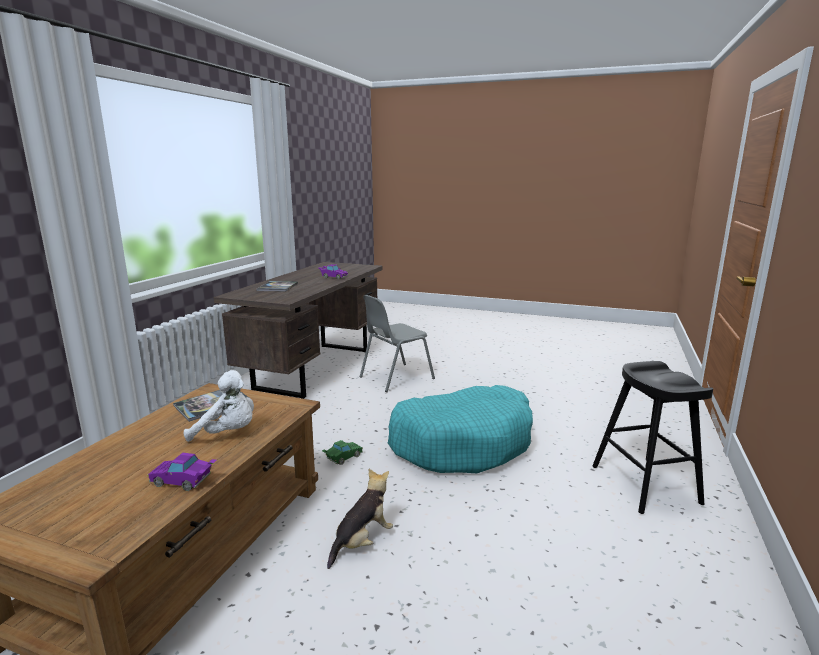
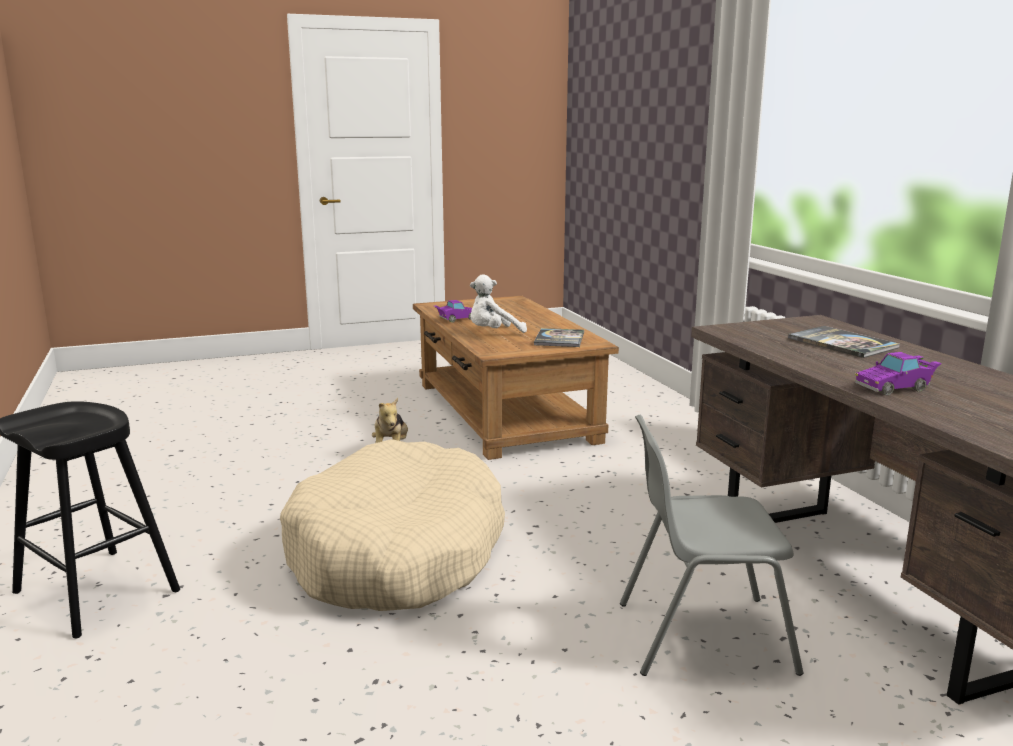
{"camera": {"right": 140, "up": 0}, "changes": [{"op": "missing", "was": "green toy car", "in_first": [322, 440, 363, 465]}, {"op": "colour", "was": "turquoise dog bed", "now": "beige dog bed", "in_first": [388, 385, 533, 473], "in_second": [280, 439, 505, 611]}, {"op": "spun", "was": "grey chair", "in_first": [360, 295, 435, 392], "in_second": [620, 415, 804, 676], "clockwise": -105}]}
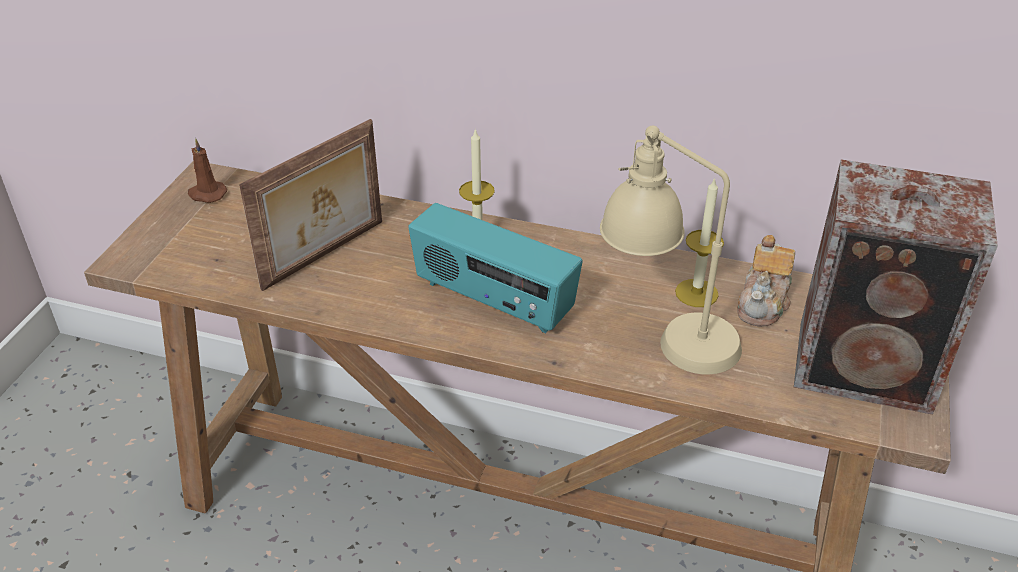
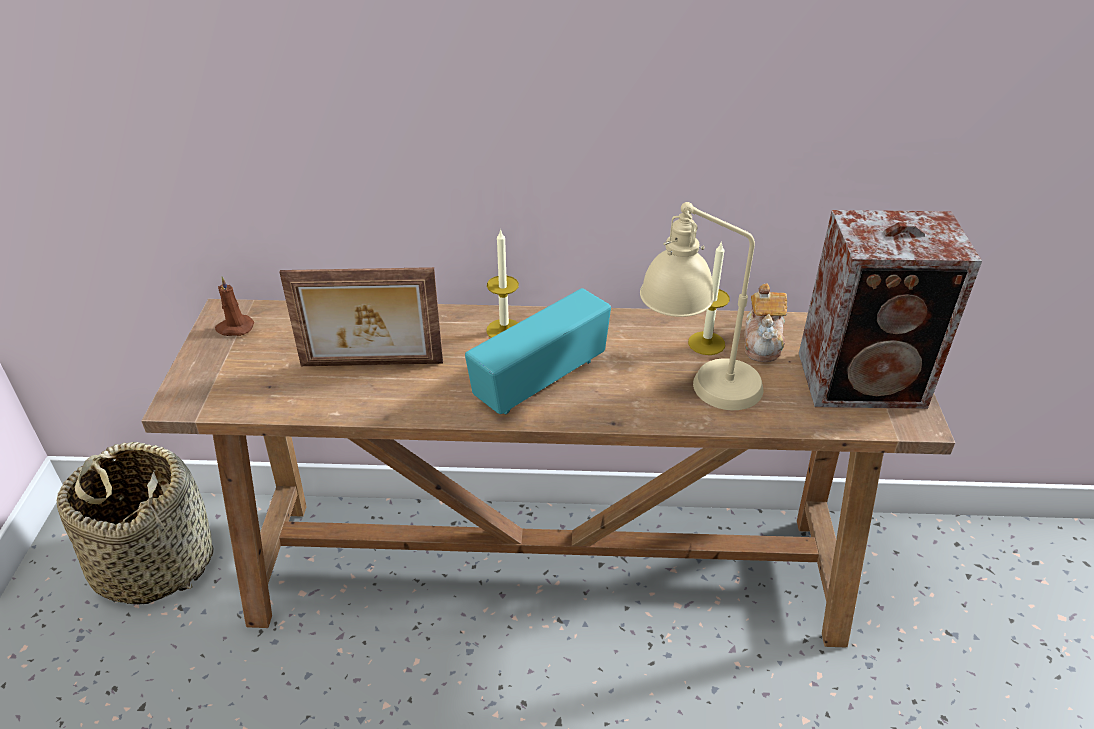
{"camera": {"right": -15, "up": 0}, "changes": [{"op": "appeared", "now": "basket", "in_second": [57, 442, 214, 605]}, {"op": "spun", "was": "picture frame", "in_first": [239, 119, 382, 291], "in_second": [279, 267, 443, 366], "clockwise": 60}, {"op": "spun", "was": "radio", "in_first": [408, 203, 583, 333], "in_second": [465, 288, 611, 415], "clockwise": 120}]}
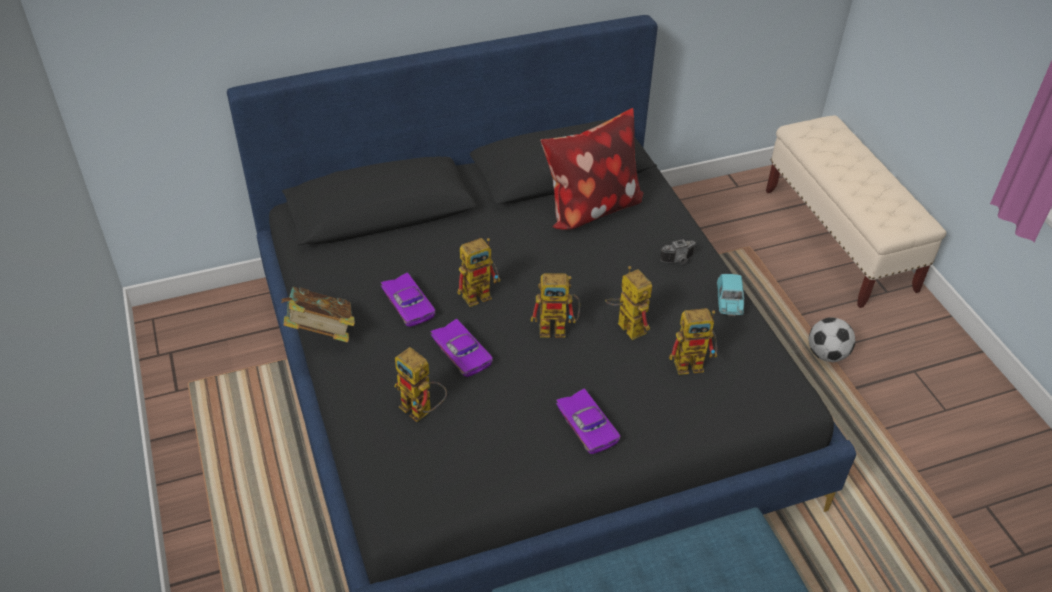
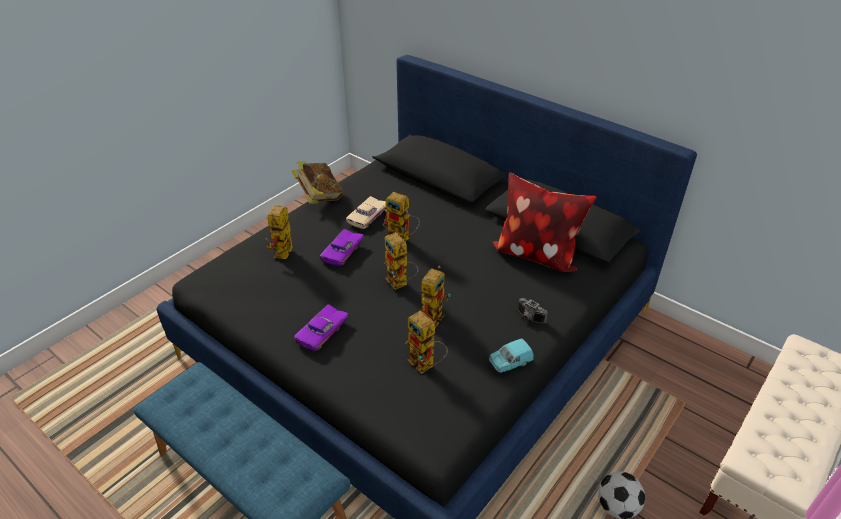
{"camera": {"right": 60, "up": -5}, "changes": [{"op": "colour", "was": "purple toy car", "now": "beige toy car", "in_first": [380, 272, 435, 327], "in_second": [346, 196, 386, 229]}]}
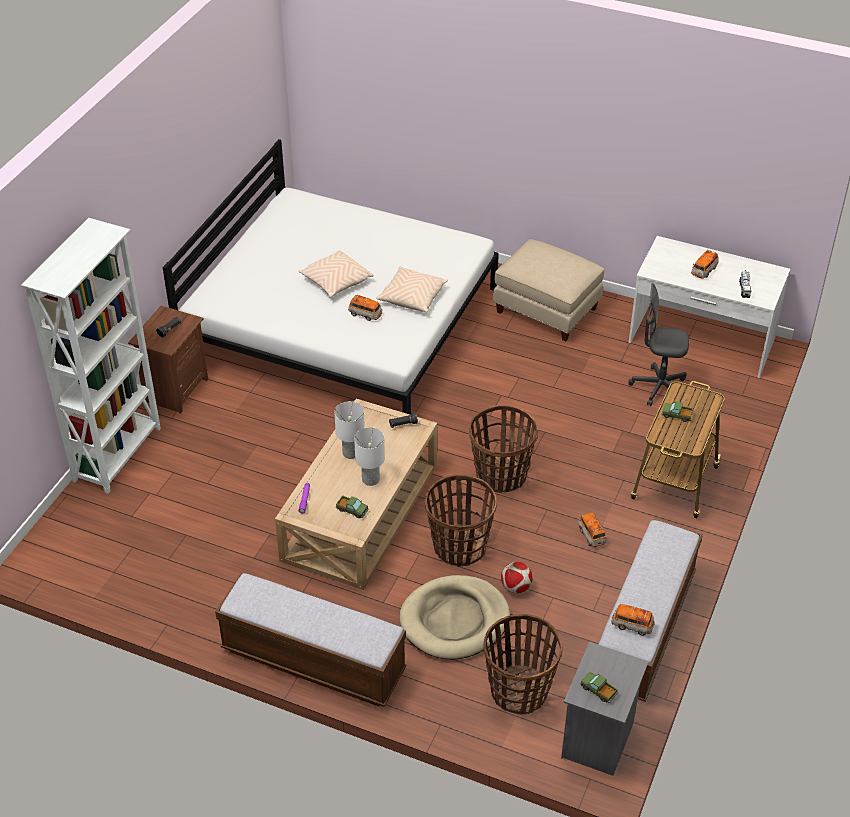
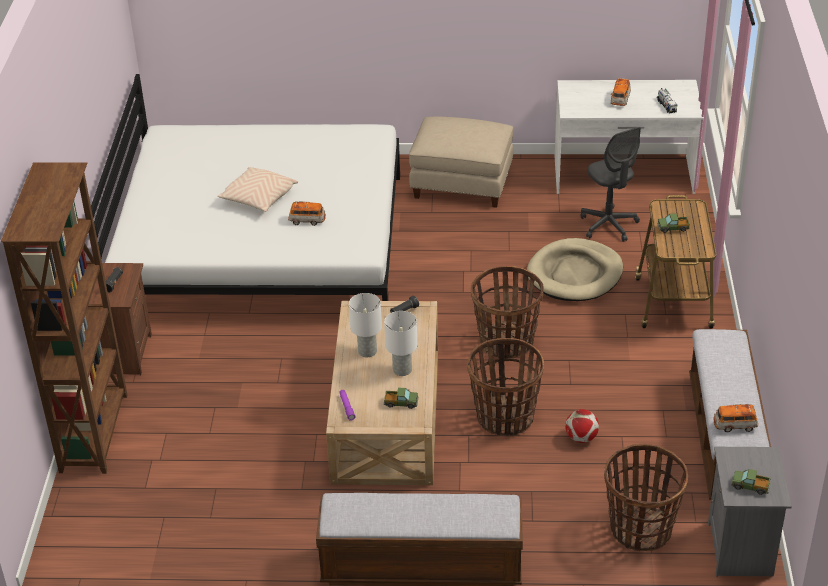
{"camera": {"right": -20, "up": -5}, "changes": [{"op": "missing", "was": "beige pillow", "in_first": [376, 266, 448, 312]}, {"op": "missing", "was": "toy car", "in_first": [578, 513, 606, 548]}, {"op": "relocated", "was": "beige dog bed", "in_first": [400, 575, 510, 660], "in_second": [527, 238, 623, 301]}, {"op": "colour", "was": "white bookcase", "now": "brown bookcase", "in_first": [21, 218, 161, 494], "in_second": [1, 162, 128, 474]}, {"op": "spun", "was": "grey office chair", "in_first": [628, 283, 689, 406], "in_second": [581, 127, 641, 242], "clockwise": -105}]}
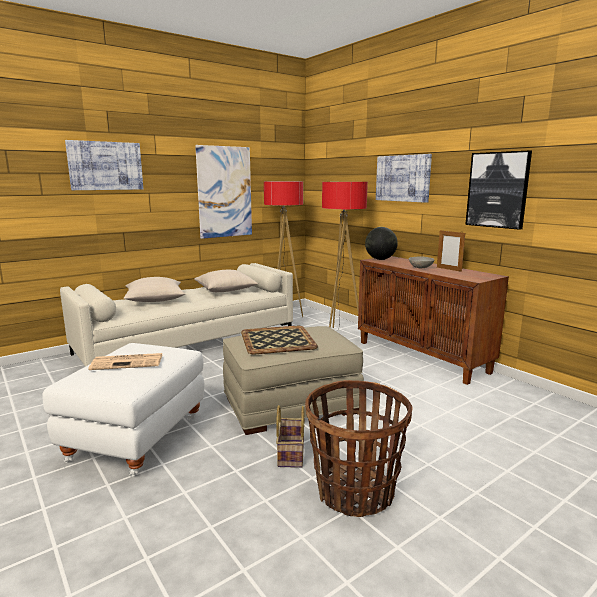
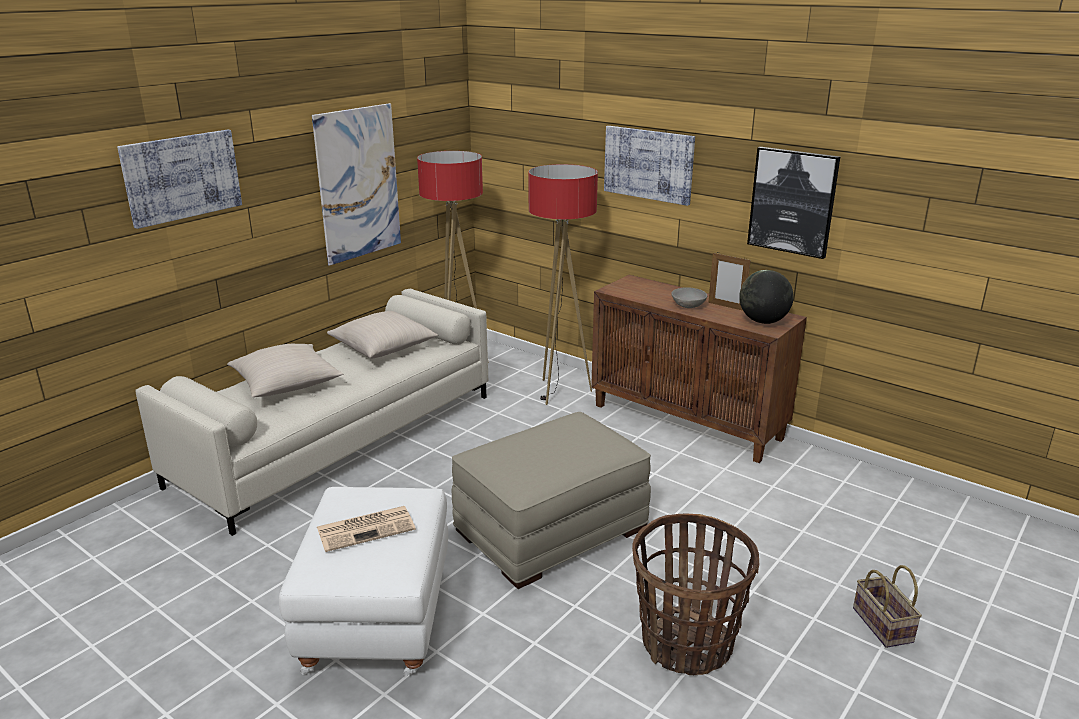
{"camera": {"right": -15, "up": 10}, "changes": [{"op": "missing", "was": "tray", "in_first": [241, 326, 318, 354]}, {"op": "relocated", "was": "basket", "in_first": [276, 405, 305, 468], "in_second": [853, 565, 922, 648]}, {"op": "relocated", "was": "globe", "in_first": [365, 227, 398, 260], "in_second": [739, 270, 794, 324]}]}
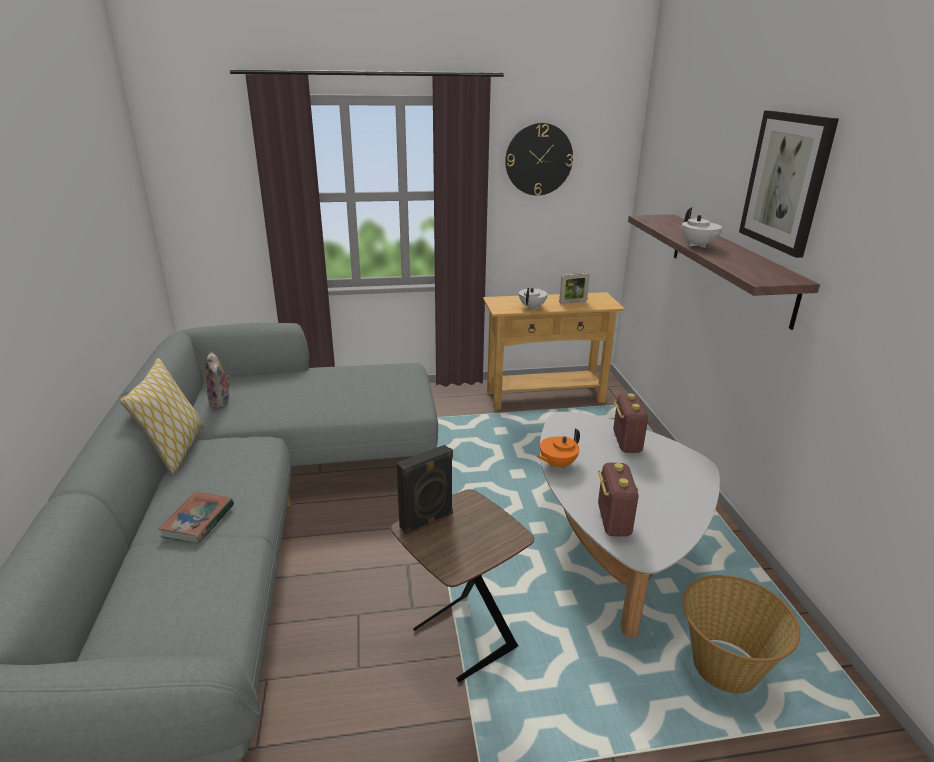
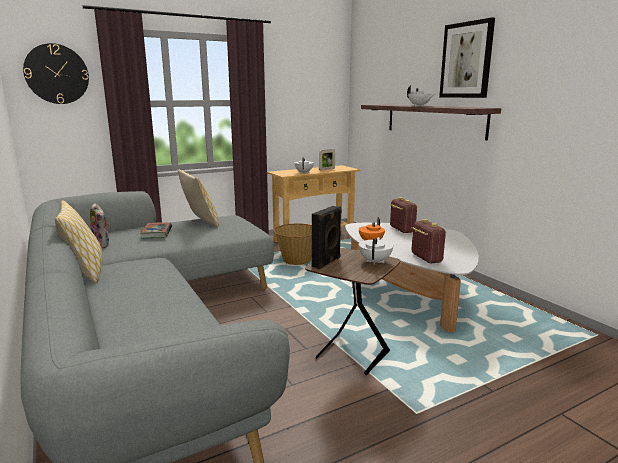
{"camera": {"right": -20, "up": -10}, "changes": [{"op": "appeared", "now": "pillow", "in_second": [178, 169, 219, 227]}, {"op": "appeared", "now": "white teapot", "in_second": [359, 237, 393, 265]}, {"op": "relocated", "was": "book", "in_first": [158, 492, 234, 544], "in_second": [140, 223, 172, 238]}, {"op": "relocated", "was": "wall clock", "in_first": [505, 123, 573, 195], "in_second": [23, 43, 89, 104]}, {"op": "relocated", "was": "basket", "in_first": [683, 575, 800, 693], "in_second": [273, 224, 312, 265]}]}
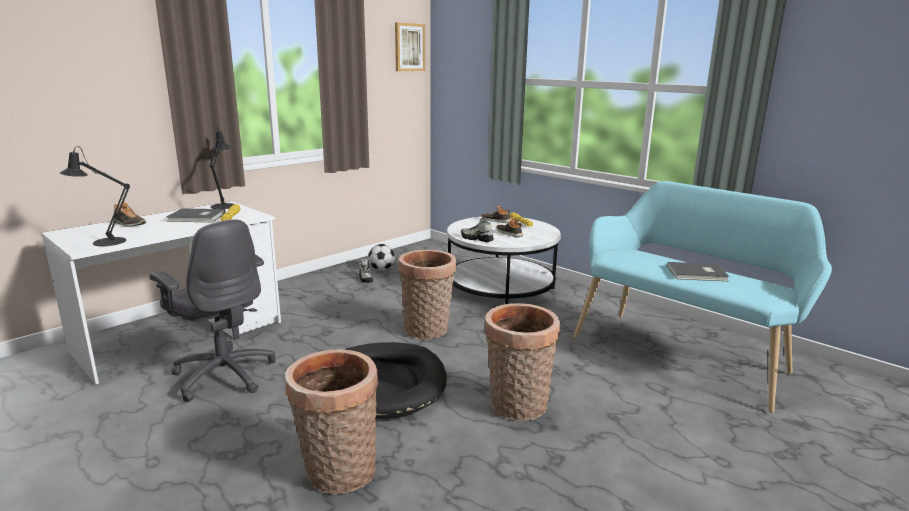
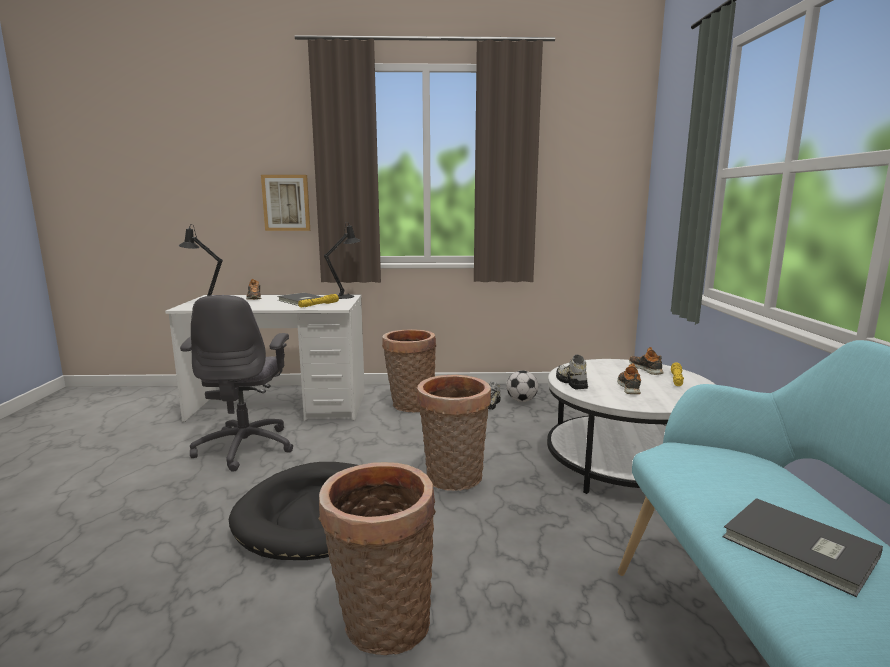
{"camera": {"right": 45, "up": -5}, "changes": [{"op": "relocated", "was": "basket", "in_first": [285, 349, 378, 494], "in_second": [382, 329, 436, 412]}, {"op": "relocated", "was": "picture", "in_first": [395, 22, 425, 71], "in_second": [261, 175, 310, 231]}]}
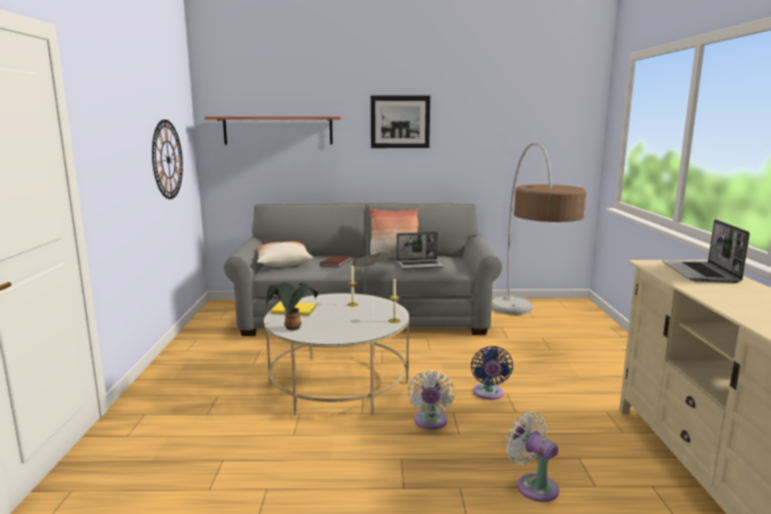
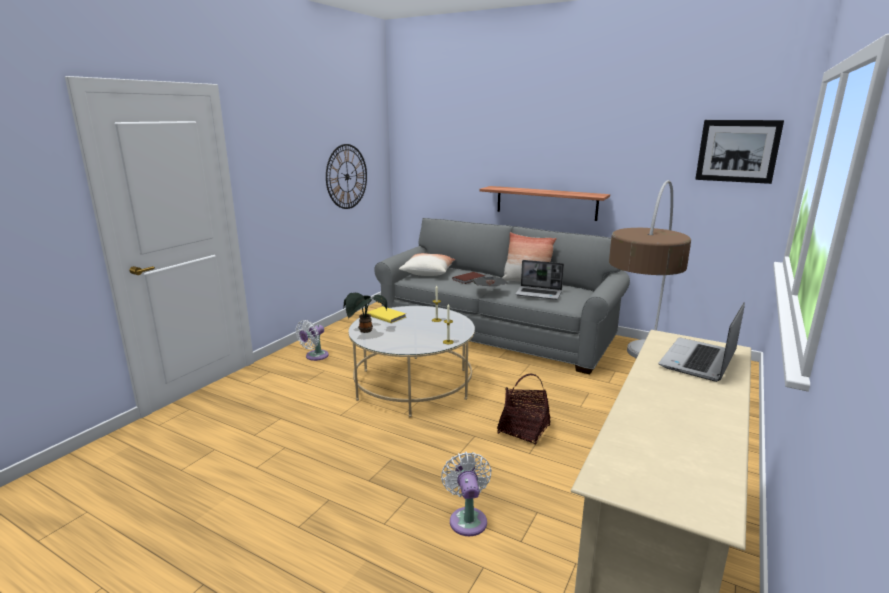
{"camera": {"right": 30, "up": 5}, "changes": [{"op": "relocated", "was": "shelf", "in_first": [205, 117, 342, 145], "in_second": [479, 186, 610, 221]}, {"op": "relocated", "was": "picture", "in_first": [371, 96, 430, 148], "in_second": [695, 120, 784, 184]}, {"op": "relocated", "was": "white fan", "in_first": [408, 370, 454, 430], "in_second": [296, 320, 329, 361]}, {"op": "exchanged", "was": "blue fan", "now": "basket", "in_first": [471, 346, 513, 400], "in_second": [497, 374, 550, 445]}]}
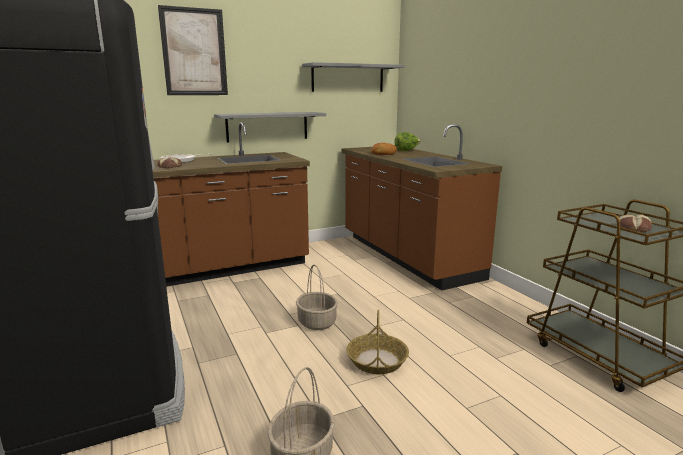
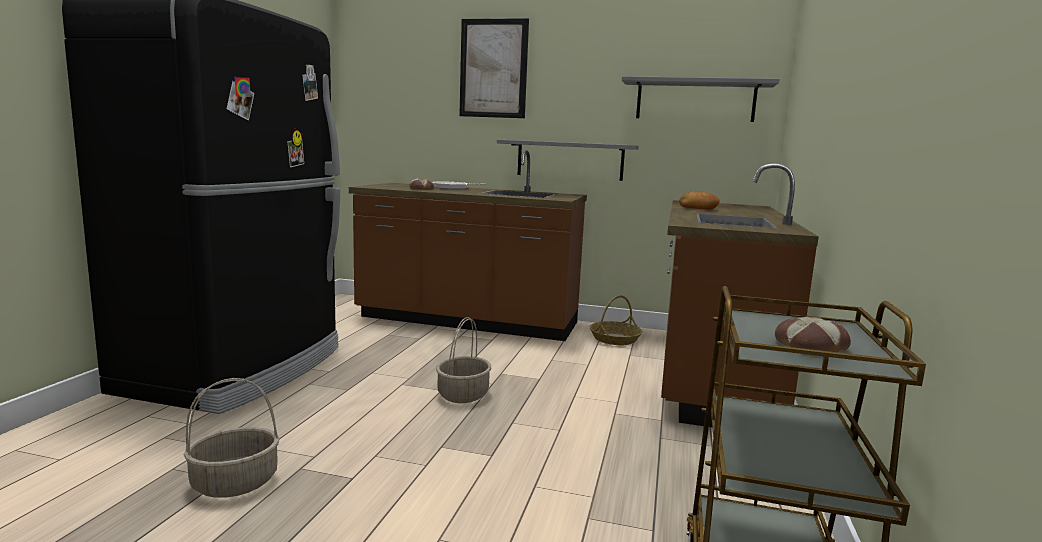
{"camera": {"right": 40, "up": -5}, "changes": [{"op": "missing", "was": "lettuce", "in_first": [394, 132, 421, 151]}, {"op": "relocated", "was": "basket", "in_first": [346, 310, 409, 374], "in_second": [590, 295, 643, 345]}]}
